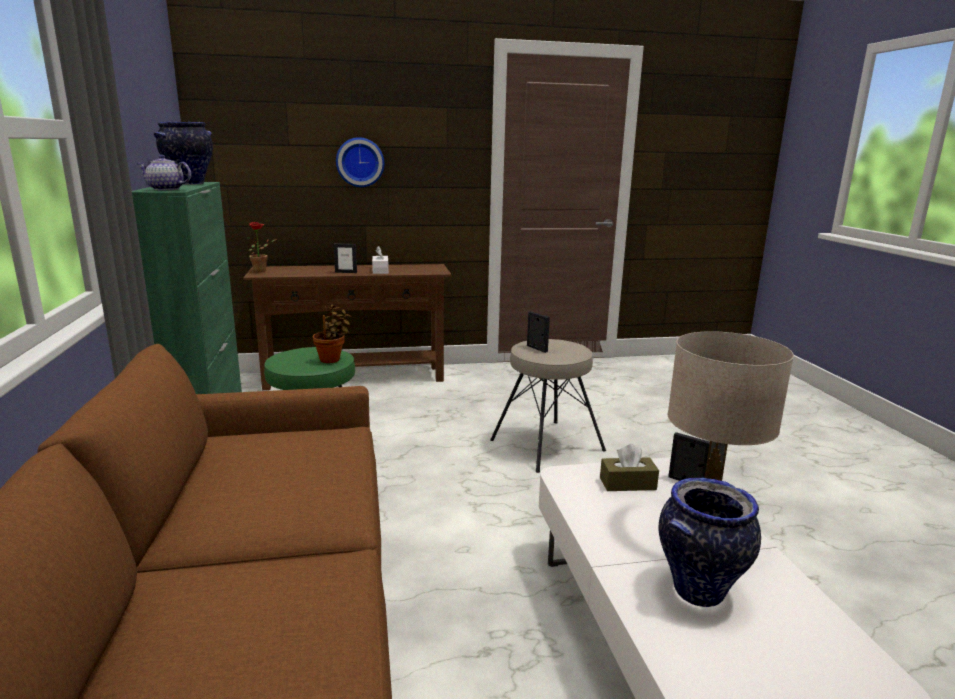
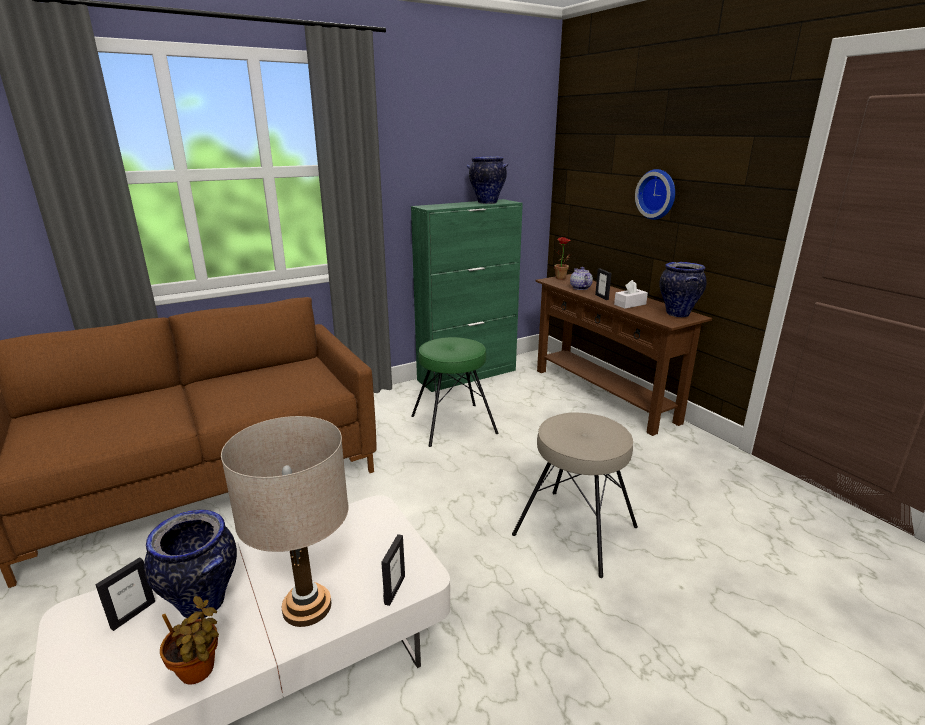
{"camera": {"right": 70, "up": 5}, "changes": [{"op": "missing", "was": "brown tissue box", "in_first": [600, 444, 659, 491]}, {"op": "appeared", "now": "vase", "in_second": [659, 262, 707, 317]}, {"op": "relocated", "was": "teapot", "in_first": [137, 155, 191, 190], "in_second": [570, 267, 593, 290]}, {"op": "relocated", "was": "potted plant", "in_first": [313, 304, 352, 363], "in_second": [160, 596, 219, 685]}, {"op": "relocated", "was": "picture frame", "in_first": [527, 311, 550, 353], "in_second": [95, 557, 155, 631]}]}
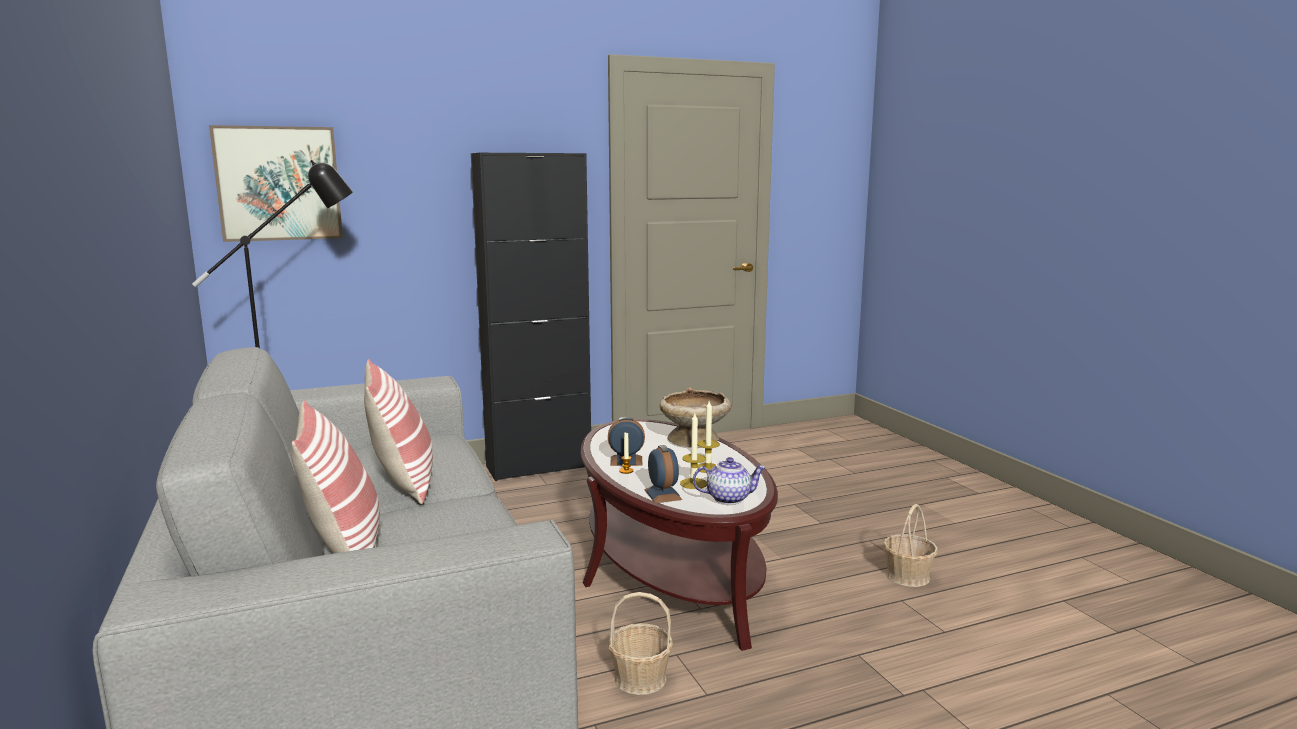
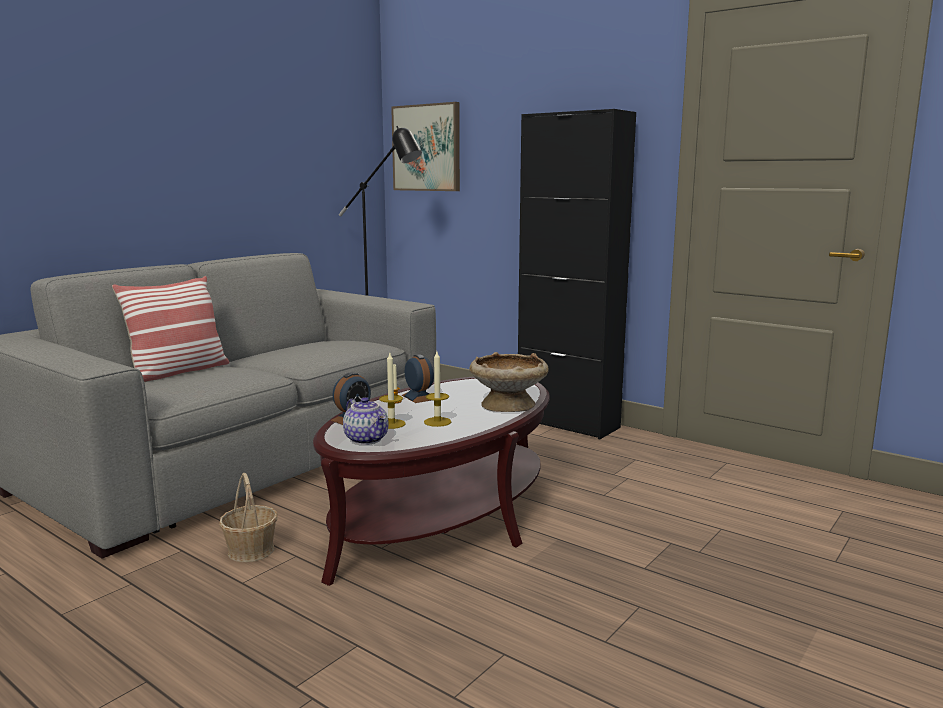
{"camera": {"right": 60, "up": 0}, "changes": [{"op": "missing", "was": "pillow", "in_first": [364, 359, 433, 504]}, {"op": "missing", "was": "basket", "in_first": [883, 504, 938, 587]}]}
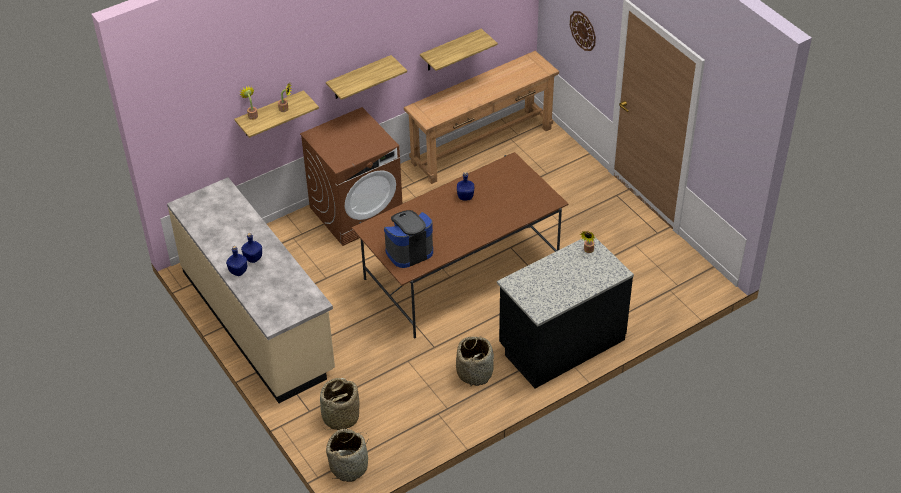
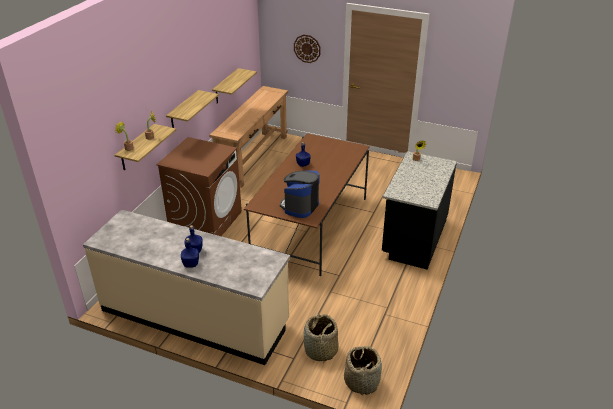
{"camera": {"right": -35, "up": -10}, "changes": [{"op": "missing", "was": "basket", "in_first": [456, 336, 494, 386]}]}
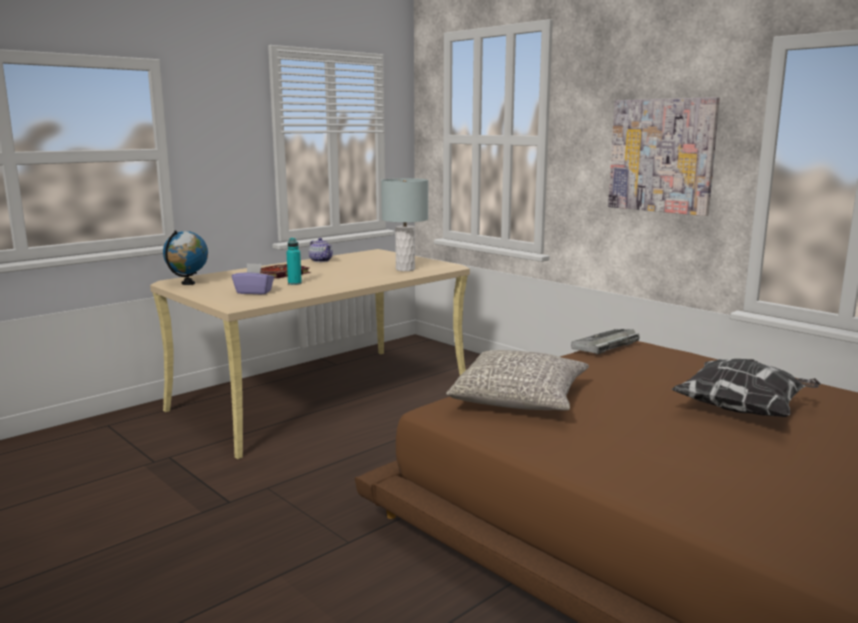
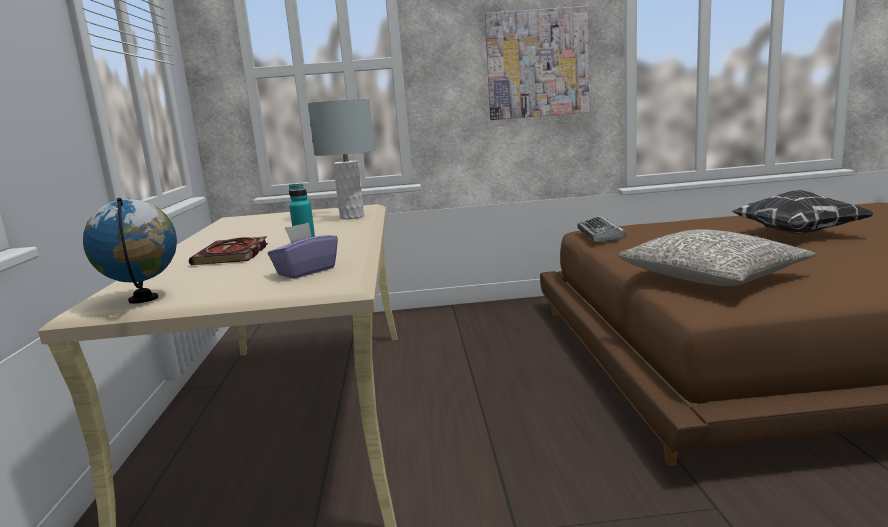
{"camera": {"right": -50, "up": 0}, "changes": [{"op": "missing", "was": "teapot", "in_first": [309, 238, 333, 262]}]}
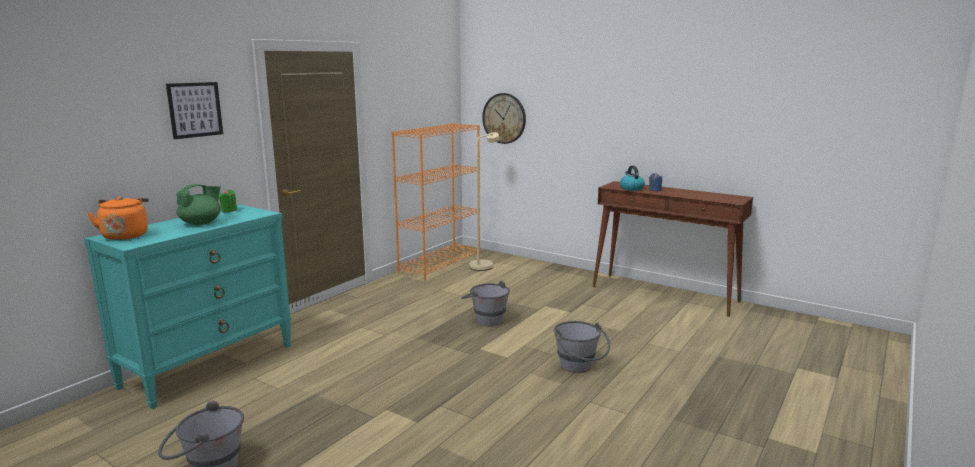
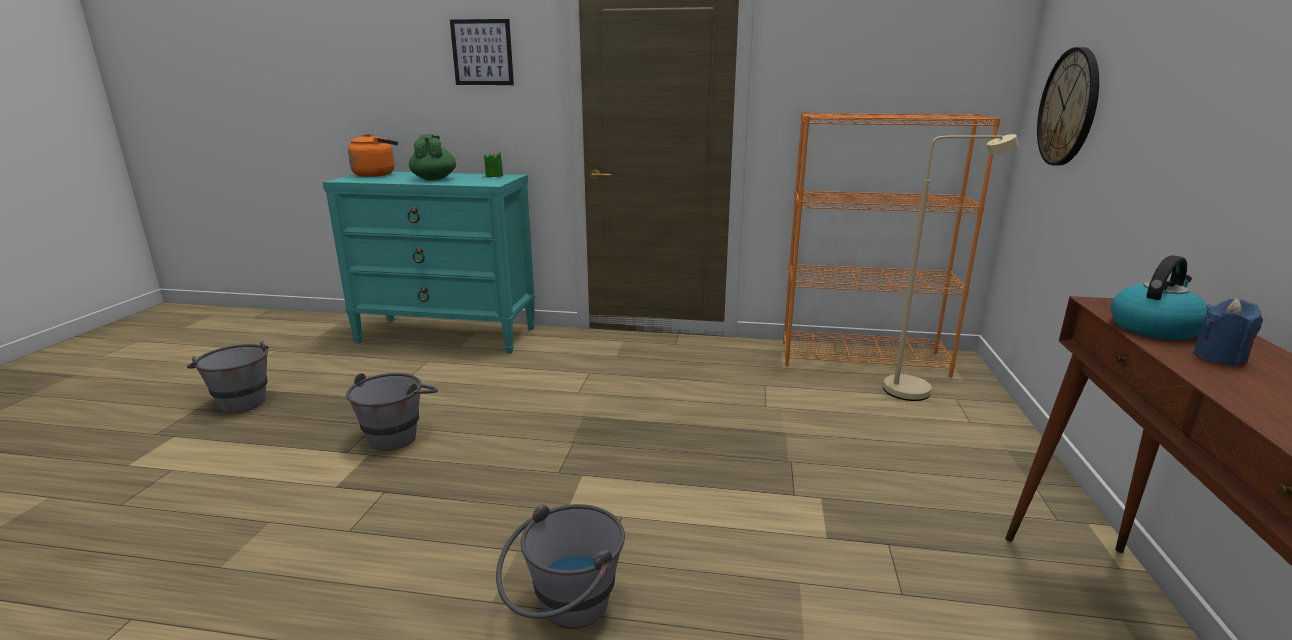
{"camera": {"right": 65, "up": 5}, "changes": [{"op": "relocated", "was": "grey bucket", "in_first": [461, 280, 510, 326], "in_second": [346, 373, 438, 451]}, {"op": "spun", "was": "green teapot", "in_first": [176, 184, 221, 225], "in_second": [409, 134, 456, 180], "clockwise": -120}]}
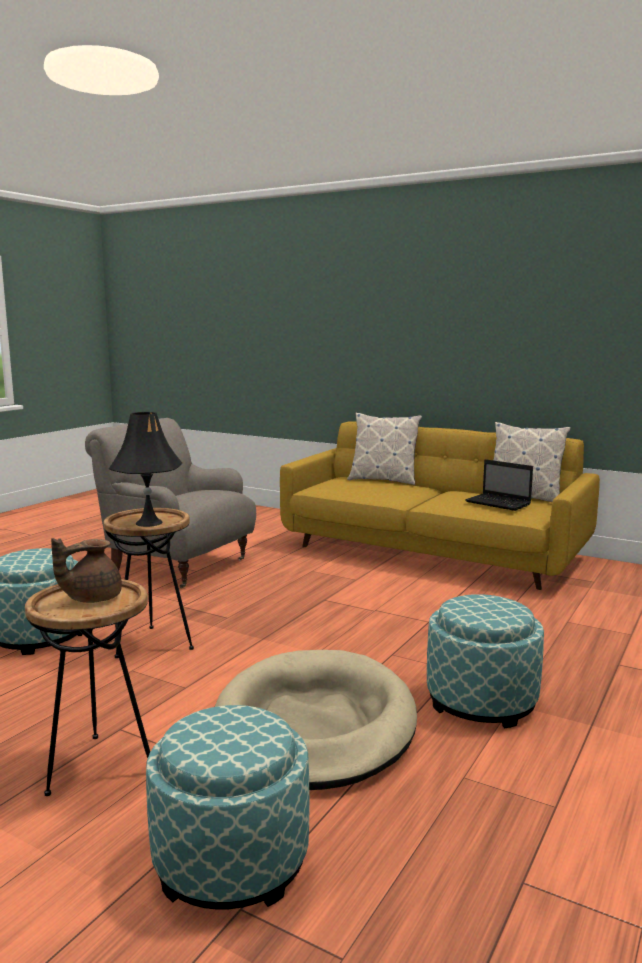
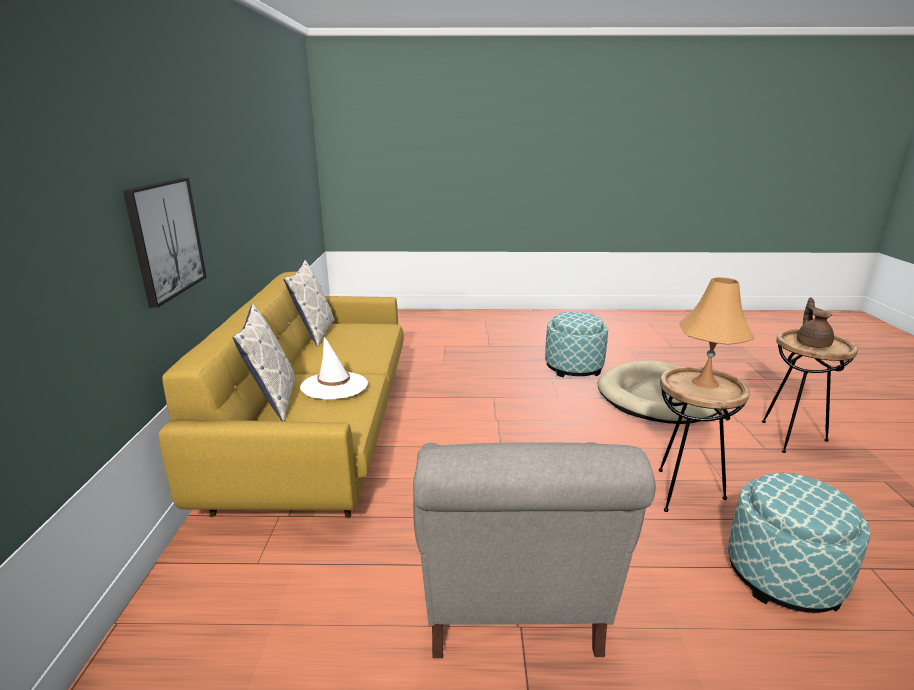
{"camera": {"right": -120, "up": 10}, "changes": [{"op": "missing", "was": "ottoman", "in_first": [146, 705, 309, 910]}, {"op": "missing", "was": "laptop", "in_first": [465, 459, 533, 511]}, {"op": "appeared", "now": "picture", "in_second": [123, 178, 206, 308]}, {"op": "appeared", "now": "white hat", "in_second": [300, 337, 368, 399]}, {"op": "colour", "was": "black table lamp", "now": "orange table lamp", "in_first": [109, 412, 182, 527], "in_second": [679, 277, 755, 389]}, {"op": "spun", "was": "brown teapot", "in_first": [51, 538, 122, 603], "in_second": [797, 297, 834, 348], "clockwise": -105}]}
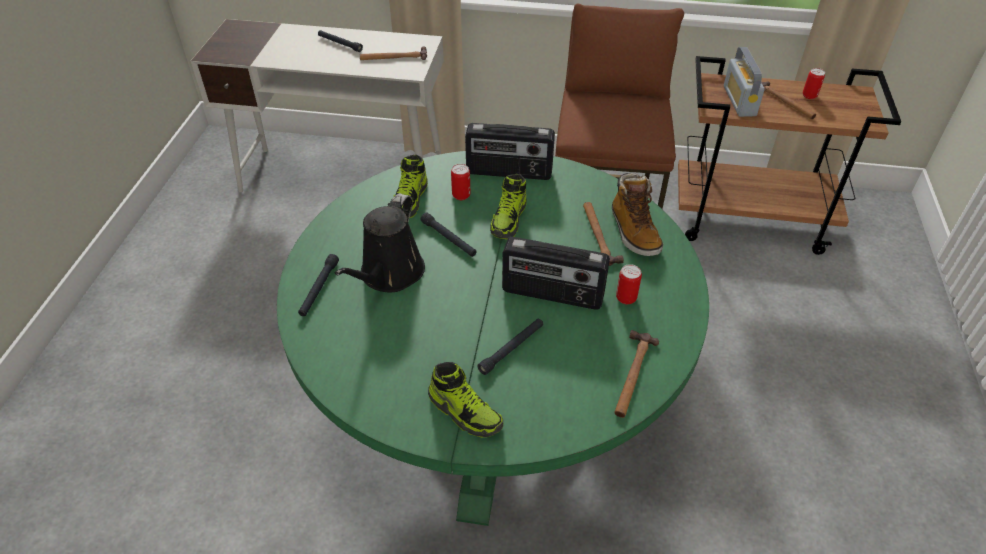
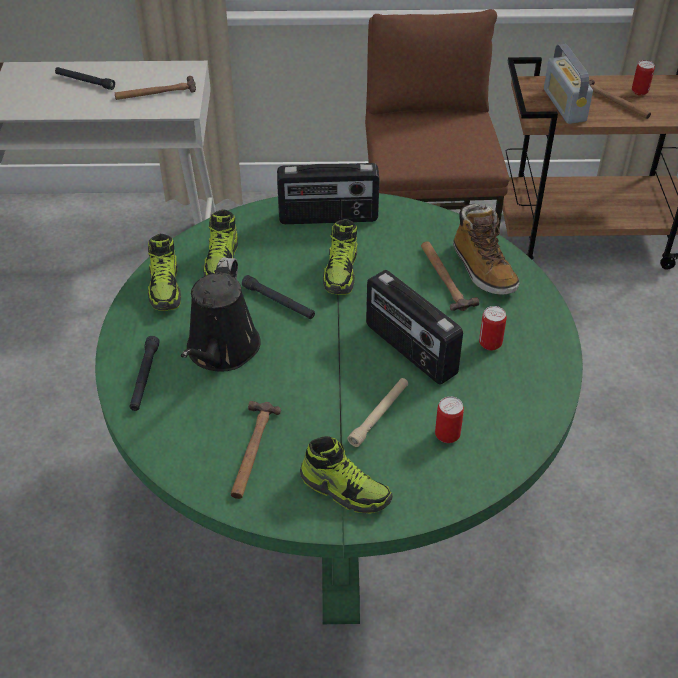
{"camera": {"right": -10, "up": 0}, "changes": [{"op": "appeared", "now": "shoe", "in_second": [148, 234, 181, 311]}, {"op": "relocated", "was": "can", "in_first": [451, 164, 470, 200], "in_second": [435, 396, 464, 443]}, {"op": "relocated", "was": "hammer", "in_first": [614, 330, 659, 418], "in_second": [231, 401, 281, 499]}, {"op": "colour", "was": "black flashlight", "now": "beige flashlight", "in_first": [477, 319, 543, 375], "in_second": [347, 378, 408, 447]}, {"op": "spun", "was": "radio", "in_first": [502, 237, 610, 310], "in_second": [366, 270, 463, 384], "clockwise": 45}]}
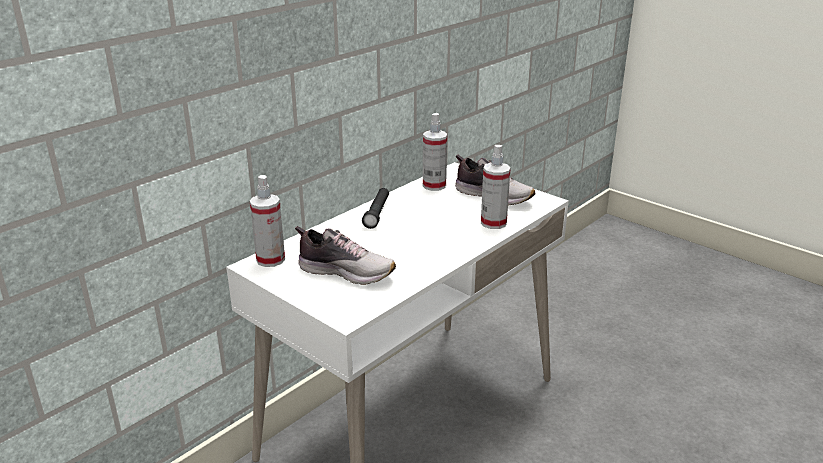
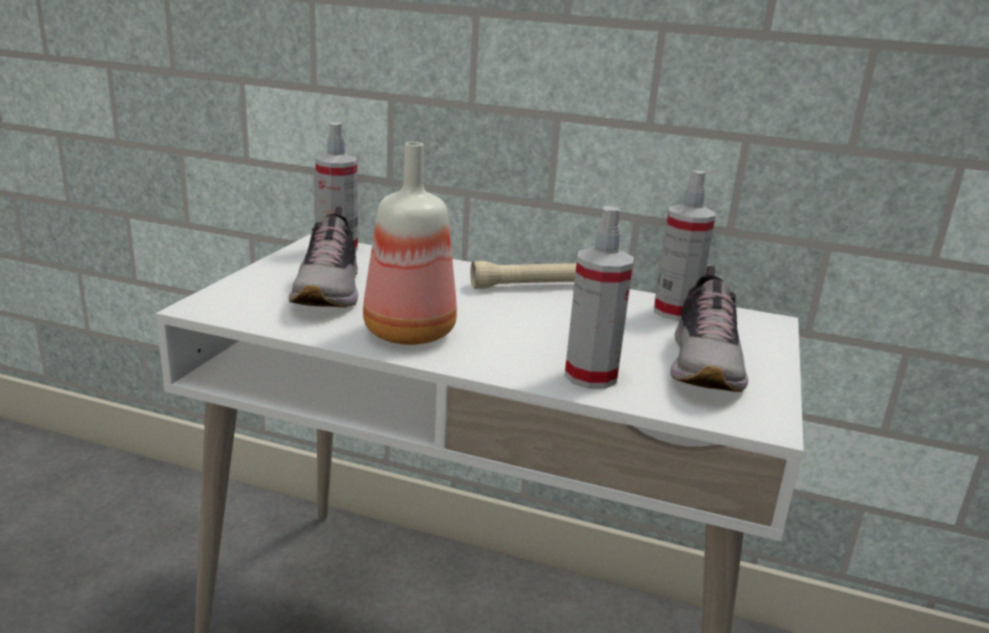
{"camera": {"right": 65, "up": -5}, "changes": [{"op": "appeared", "now": "bottle", "in_second": [363, 142, 457, 345]}, {"op": "colour", "was": "black flashlight", "now": "beige flashlight", "in_first": [362, 188, 389, 229], "in_second": [470, 261, 577, 289]}]}
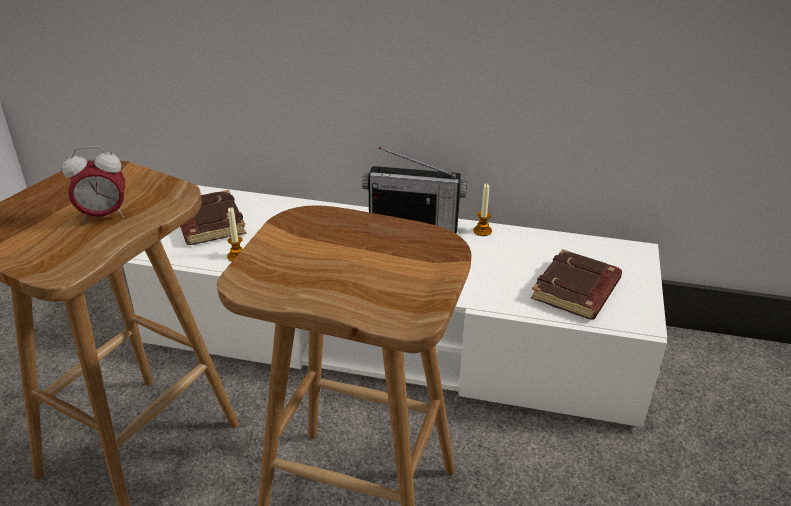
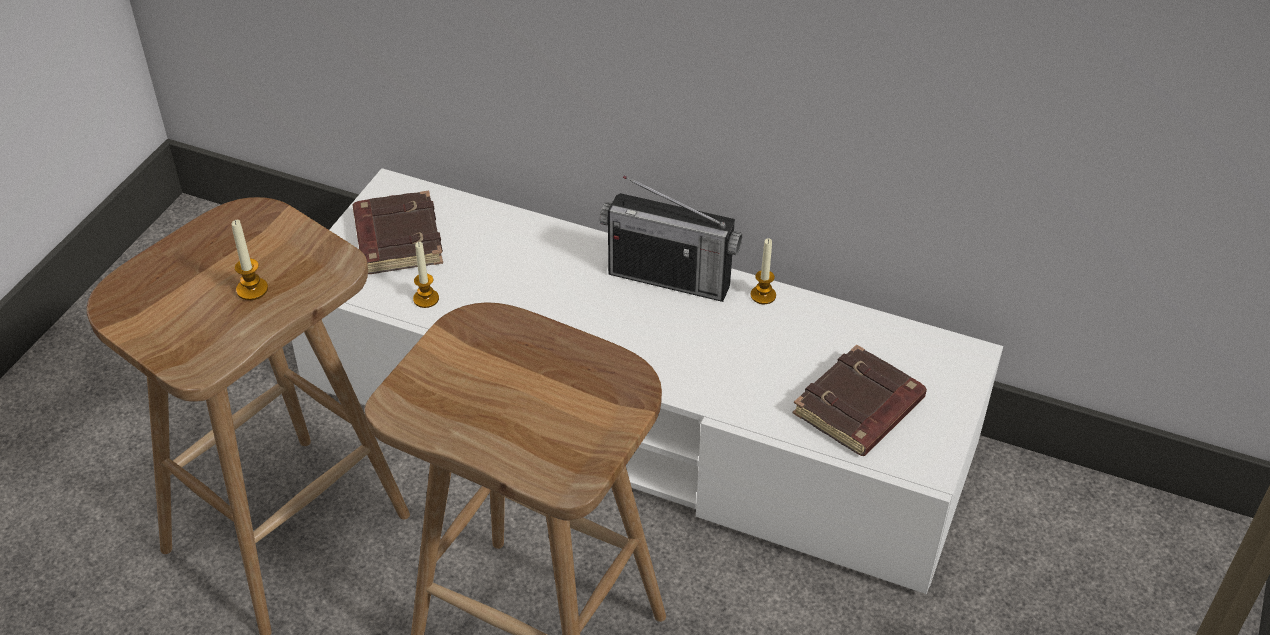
{"camera": {"right": 10, "up": 10}, "changes": [{"op": "exchanged", "was": "alarm clock", "now": "candle", "in_first": [62, 146, 125, 223], "in_second": [231, 220, 268, 300]}]}
